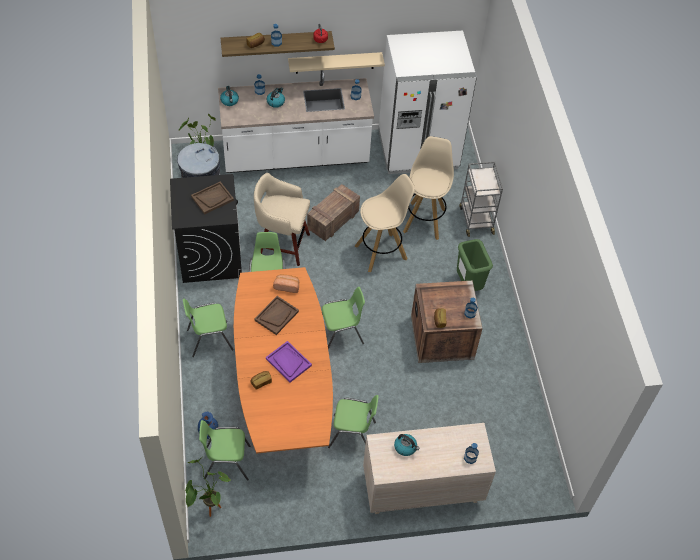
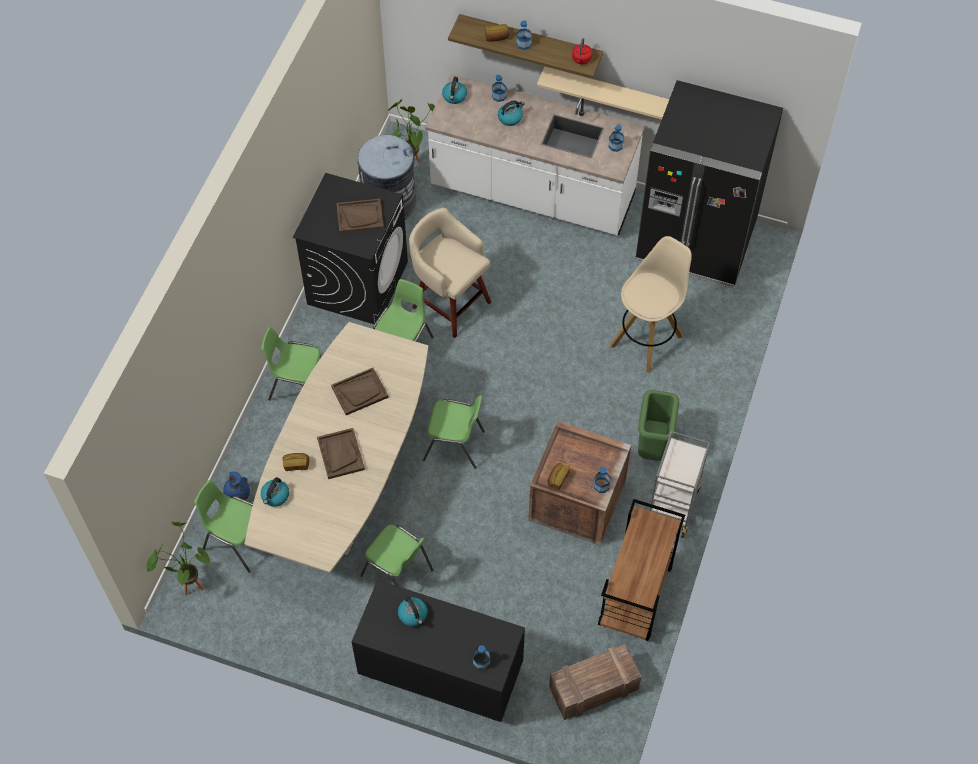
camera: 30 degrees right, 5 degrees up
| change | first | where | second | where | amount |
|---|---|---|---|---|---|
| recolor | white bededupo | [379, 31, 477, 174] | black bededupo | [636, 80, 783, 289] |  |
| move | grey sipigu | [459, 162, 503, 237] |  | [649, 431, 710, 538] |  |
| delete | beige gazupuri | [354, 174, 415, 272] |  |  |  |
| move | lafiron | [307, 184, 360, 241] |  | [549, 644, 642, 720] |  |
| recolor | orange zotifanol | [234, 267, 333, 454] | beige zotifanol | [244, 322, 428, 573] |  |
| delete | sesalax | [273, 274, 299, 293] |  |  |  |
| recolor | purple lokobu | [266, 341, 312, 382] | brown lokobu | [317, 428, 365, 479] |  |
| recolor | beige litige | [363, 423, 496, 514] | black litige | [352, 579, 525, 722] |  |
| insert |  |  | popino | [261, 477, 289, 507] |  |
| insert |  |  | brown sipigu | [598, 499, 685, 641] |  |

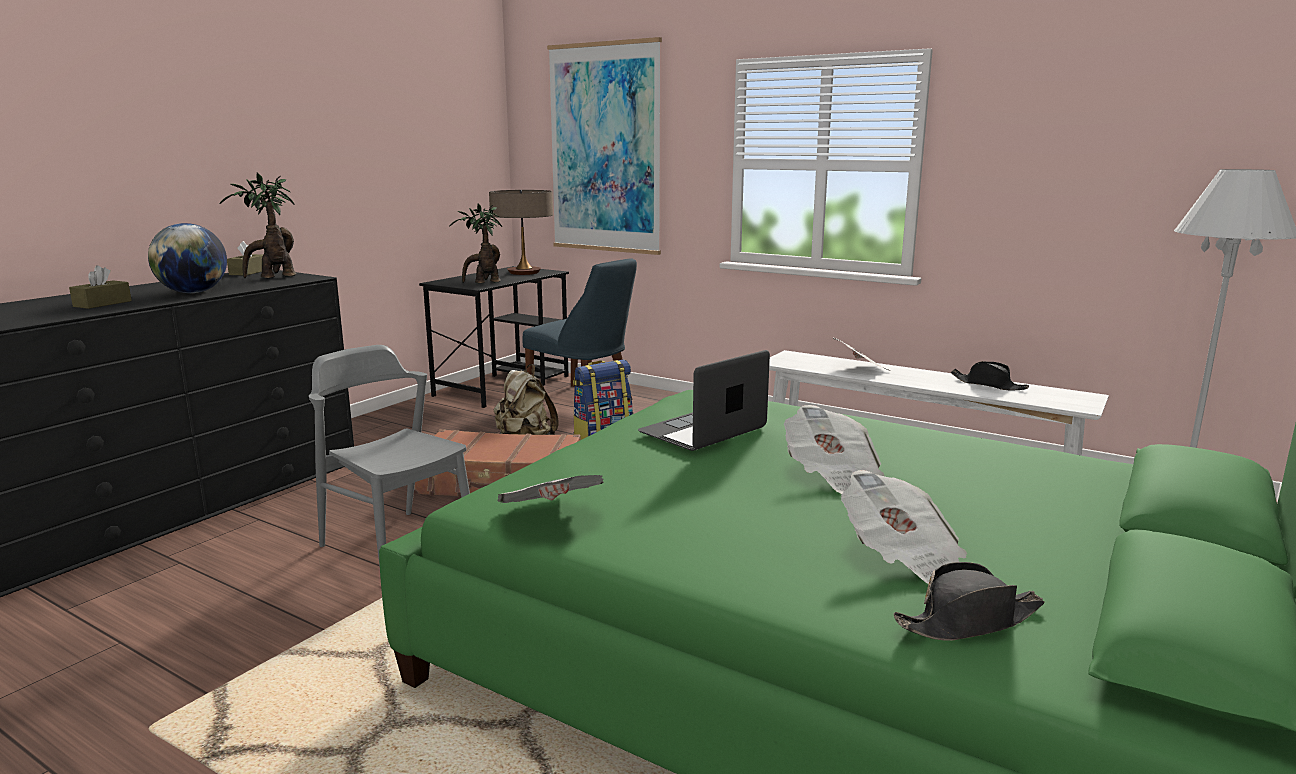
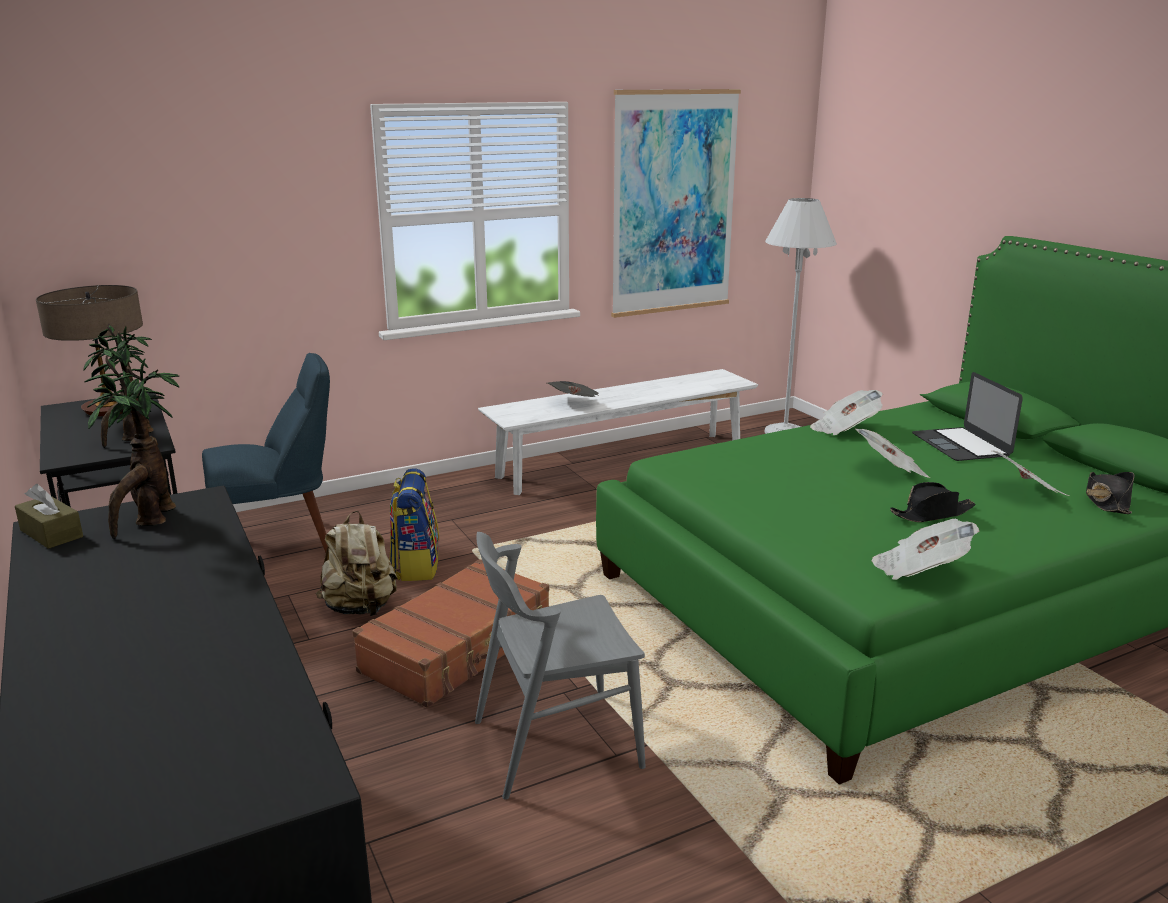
camera: 60 degrees left, 5 degrees up
| change | first | where | second | where | amount |
|---|---|---|---|---|---|
| move | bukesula | [547, 37, 662, 255] |  | [611, 89, 741, 318] |  |
| delete | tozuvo | [148, 223, 227, 293] |  |  |  |
| delete | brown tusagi | [69, 265, 132, 309] |  |  |  |
| move | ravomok | [638, 350, 770, 451] |  | [912, 372, 1023, 461] |  |
| move | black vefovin | [951, 361, 1029, 390] |  | [890, 482, 975, 522] |  |
| insert |  |  | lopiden | [810, 390, 883, 435] |  |

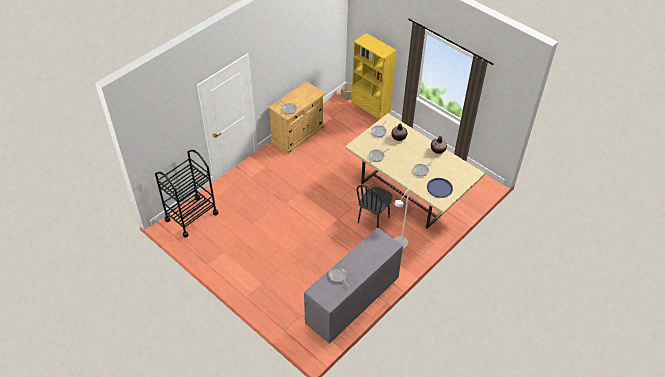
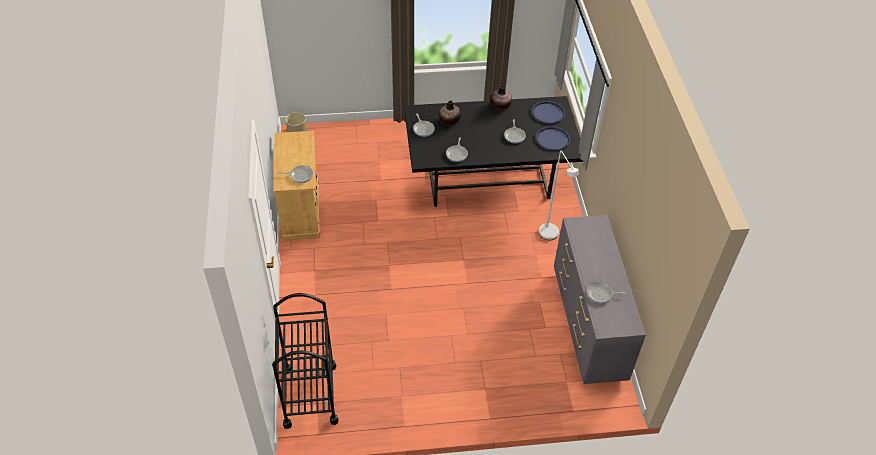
camera: 50 degrees left, 0 degrees up
| change | first | where | second | where | amount |
|---|---|---|---|---|---|
| delete | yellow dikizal | [352, 33, 396, 121] |  |  |  |
| recolor | beige zotifanol | [345, 113, 485, 229] | black zotifanol | [404, 96, 583, 207] |  |
| delete | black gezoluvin | [357, 185, 393, 228] |  |  |  |
| insert |  |  | blue lokobu | [532, 101, 565, 124] |  |

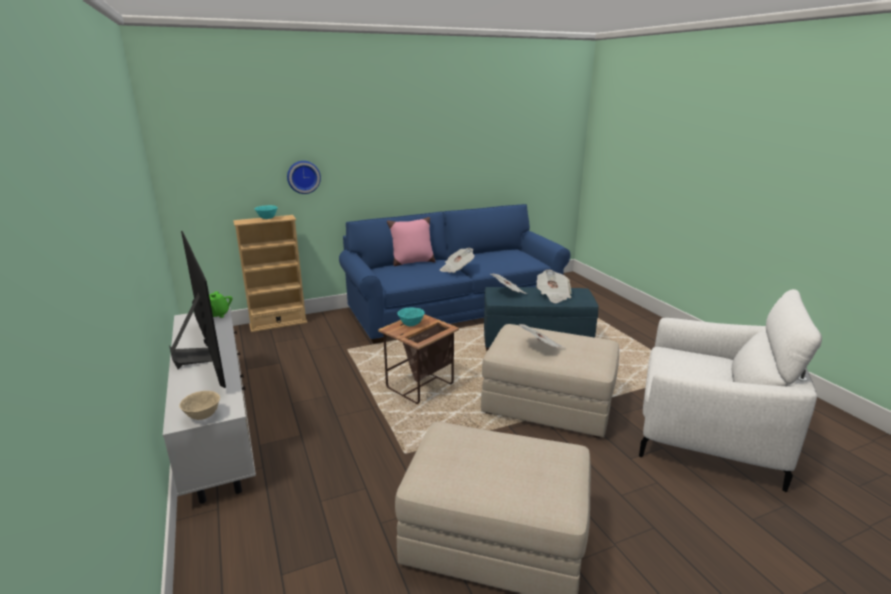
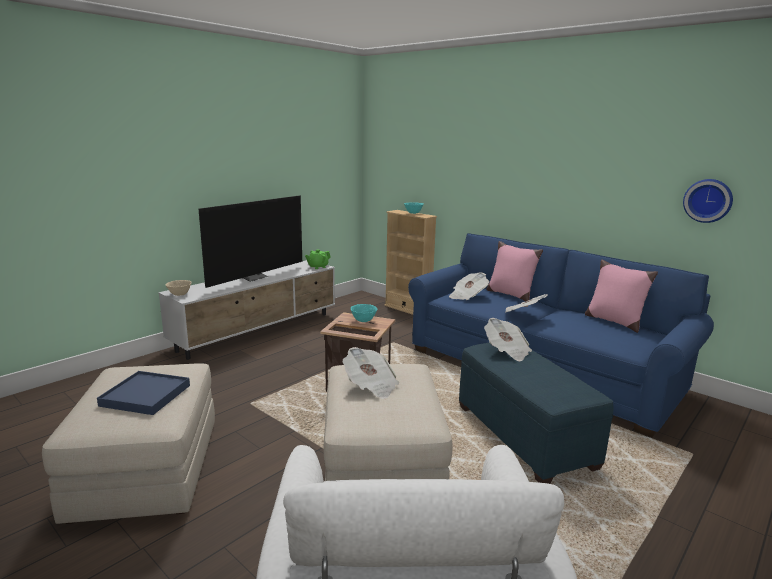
camera: 65 degrees right, 5 degrees down
| change | first | where | second | where | amount |
|---|---|---|---|---|---|
| move | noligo | [287, 161, 321, 194] |  | [683, 179, 733, 223] |  |
| move | lopiden | [536, 270, 571, 303] |  | [449, 272, 489, 300] |  |
| insert |  |  | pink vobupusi | [585, 260, 658, 333] |  |
| insert |  |  | blue lokobu | [97, 371, 190, 415] |  |

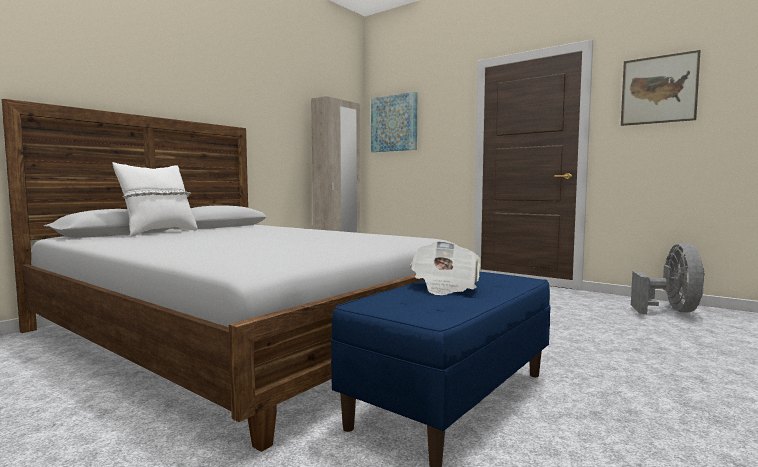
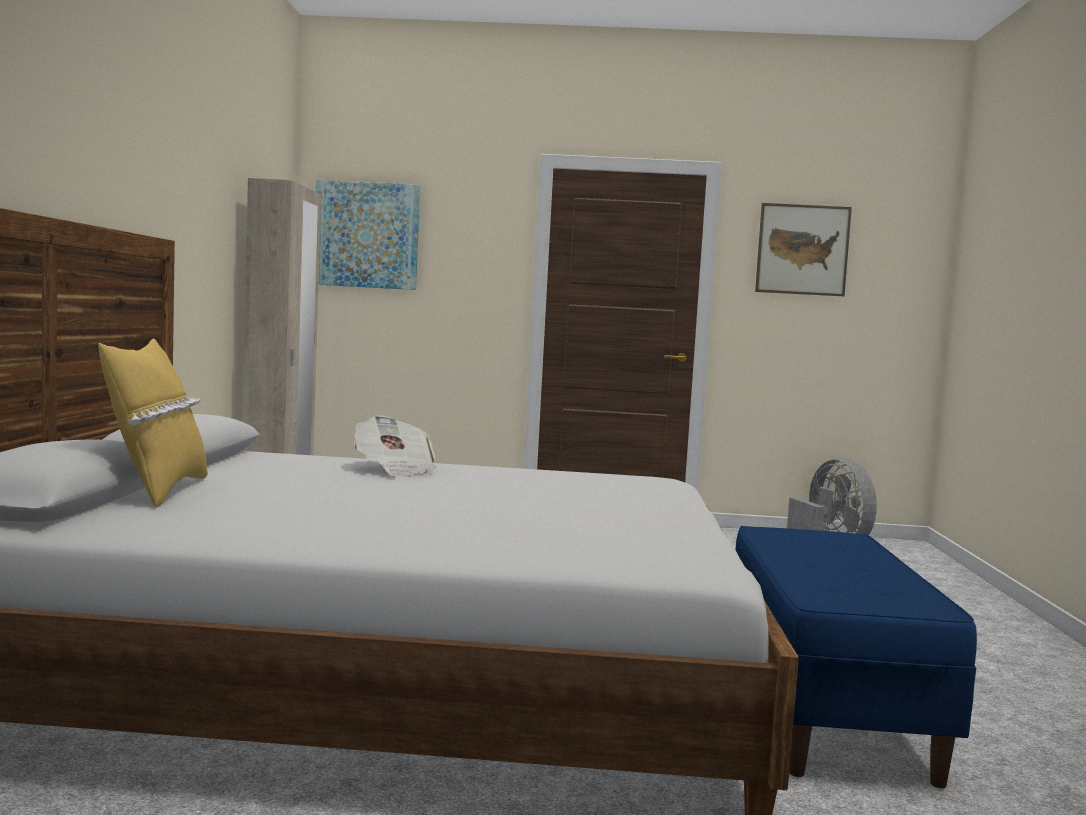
camera: 35 degrees left, 0 degrees up
| change | first | where | second | where | amount |
|---|---|---|---|---|---|
| recolor | white vobupusi | [112, 162, 197, 236] | yellow vobupusi | [98, 339, 208, 508] |  |
| move | lopiden | [410, 241, 480, 295] |  | [354, 415, 436, 477] |  |

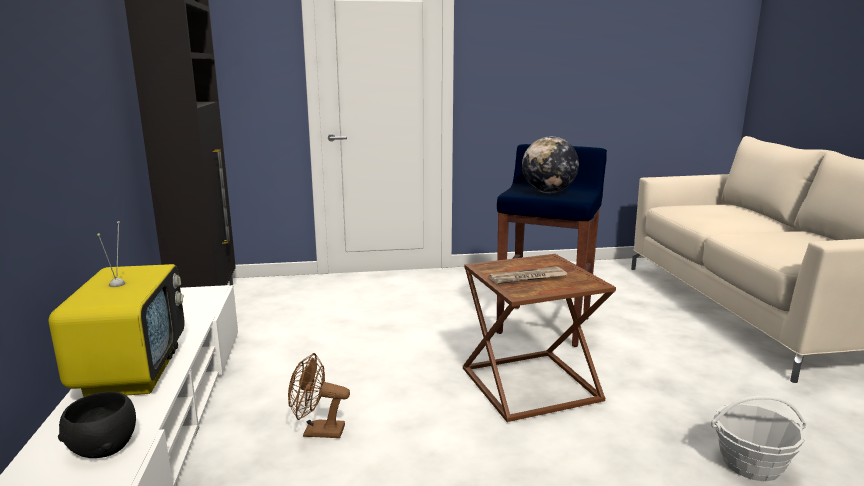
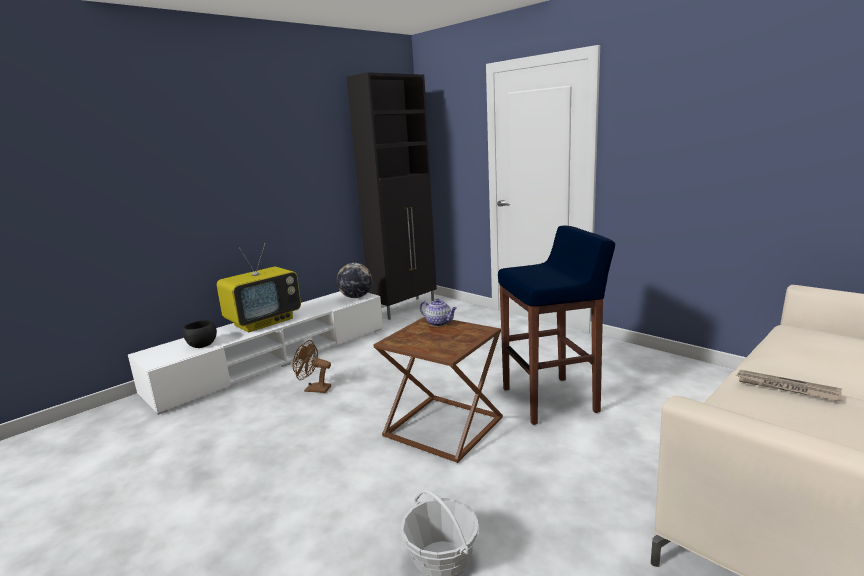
camera: 55 degrees right, 0 degrees up
| change | first | where | second | where | amount |
|---|---|---|---|---|---|
| move | tozuvo | [522, 136, 579, 193] |  | [337, 263, 372, 298] |  |
| move | lopiden | [489, 266, 567, 284] |  | [736, 370, 843, 402] |  |
| rotate | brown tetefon | [288, 353, 350, 438] |  | [293, 340, 331, 393] | 45 degrees counterclockwise |
| insert |  |  | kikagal | [420, 299, 457, 326] |  |

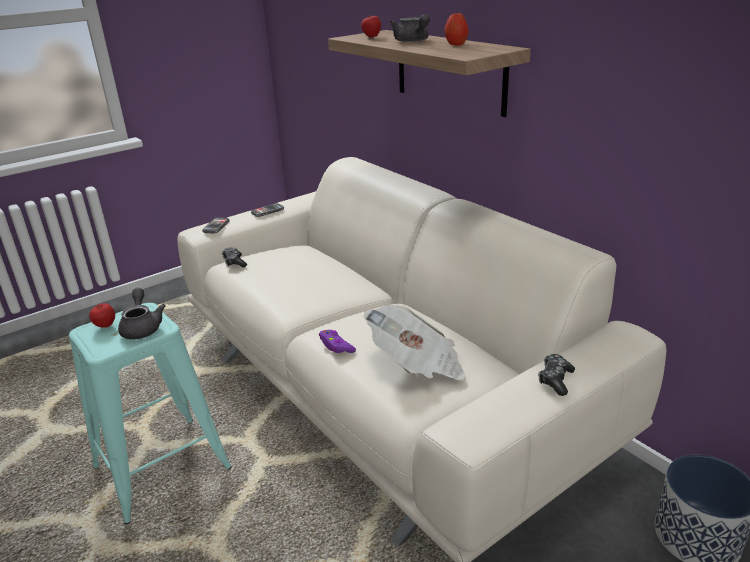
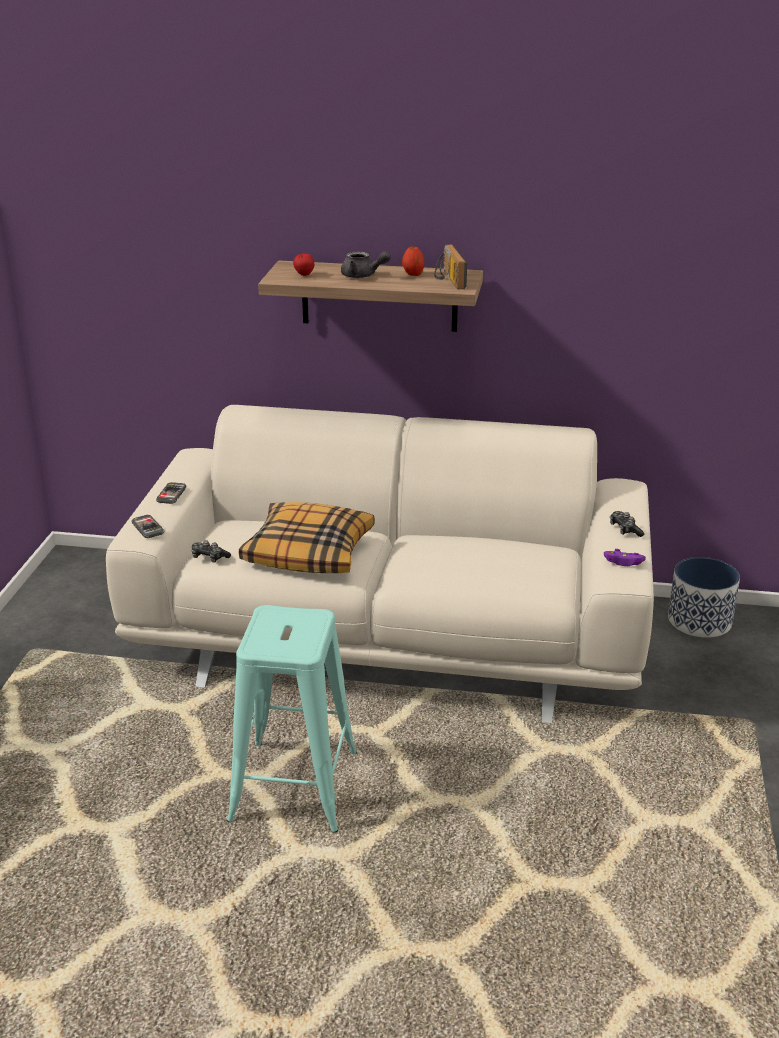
camera: 45 degrees left, 0 degrees up
| change | first | where | second | where | amount |
|---|---|---|---|---|---|
| delete | grey kikagal | [118, 288, 165, 340] |  |  |  |
| delete | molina | [89, 303, 115, 328] |  |  |  |
| delete | lopiden | [364, 305, 466, 380] |  |  |  |
| move | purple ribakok | [319, 330, 356, 353] |  | [604, 549, 646, 566] |  |
| insert |  |  | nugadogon | [435, 244, 467, 289] |  |
| insert |  |  | vobupusi | [239, 502, 375, 573] |  |

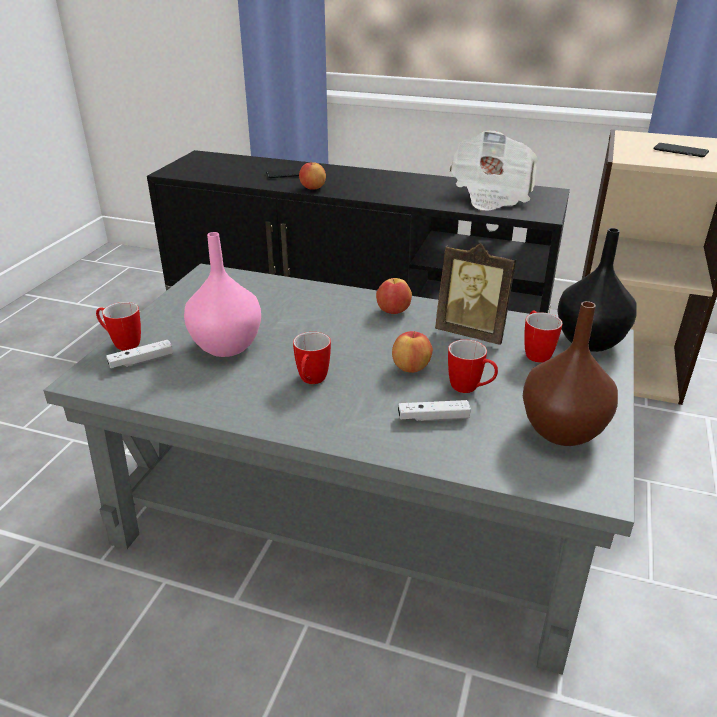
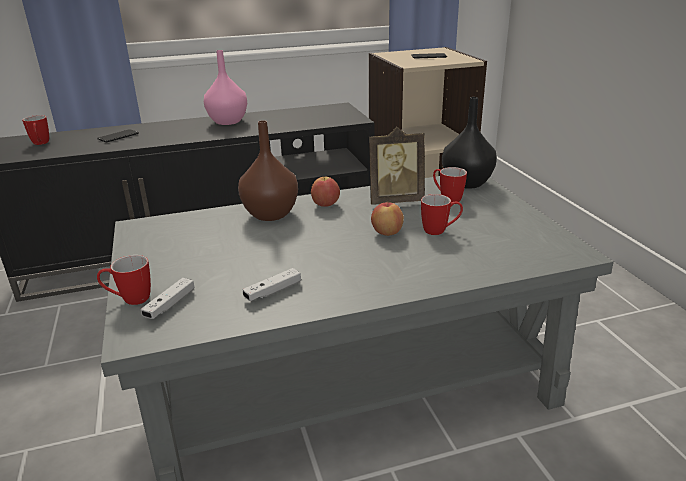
camera: 35 degrees left, 5 degrees down
| change | first | where | second | where | amount |
|---|---|---|---|---|---|
| delete | lopiden | [449, 130, 538, 210] |  |  |  |
| delete | molina | [299, 162, 326, 190] |  |  |  |
| move | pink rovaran | [184, 232, 261, 357] |  | [204, 50, 247, 125] |  |
| move | brown rovaran | [523, 301, 618, 446] |  | [238, 120, 298, 221] |  |
| move | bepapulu | [293, 332, 331, 384] |  | [22, 115, 49, 145] |  |
| move | white ribakok | [398, 400, 471, 421] |  | [243, 268, 301, 301] |  |

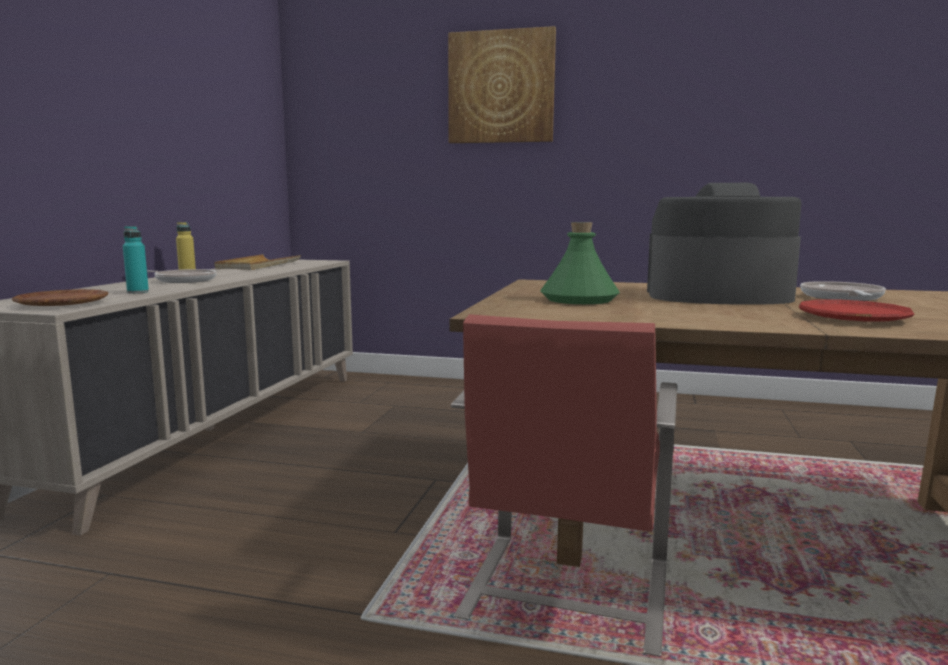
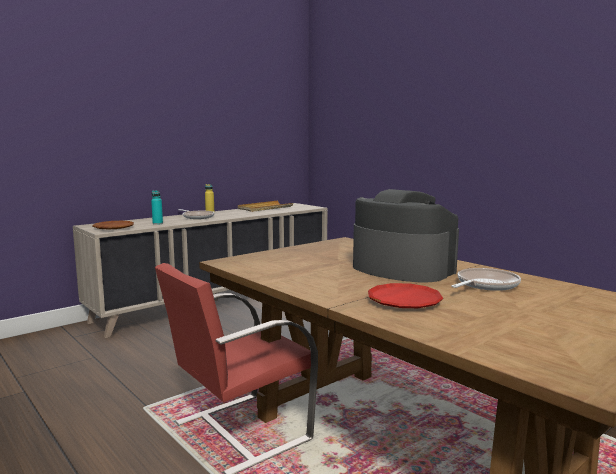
camera: 35 degrees right, 0 degrees up
| change | first | where | second | where | amount |
|---|---|---|---|---|---|
| delete | bukesula | [448, 26, 556, 143] |  |  |  |
| delete | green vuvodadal | [540, 222, 620, 304] |  |  |  |

